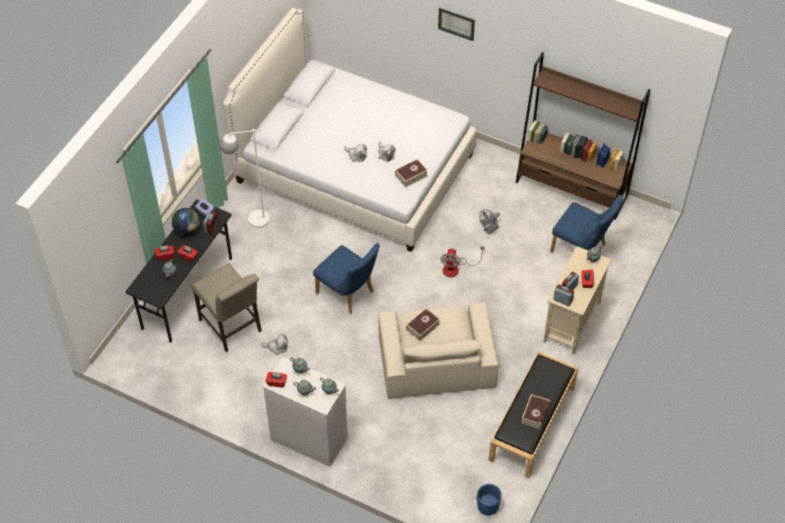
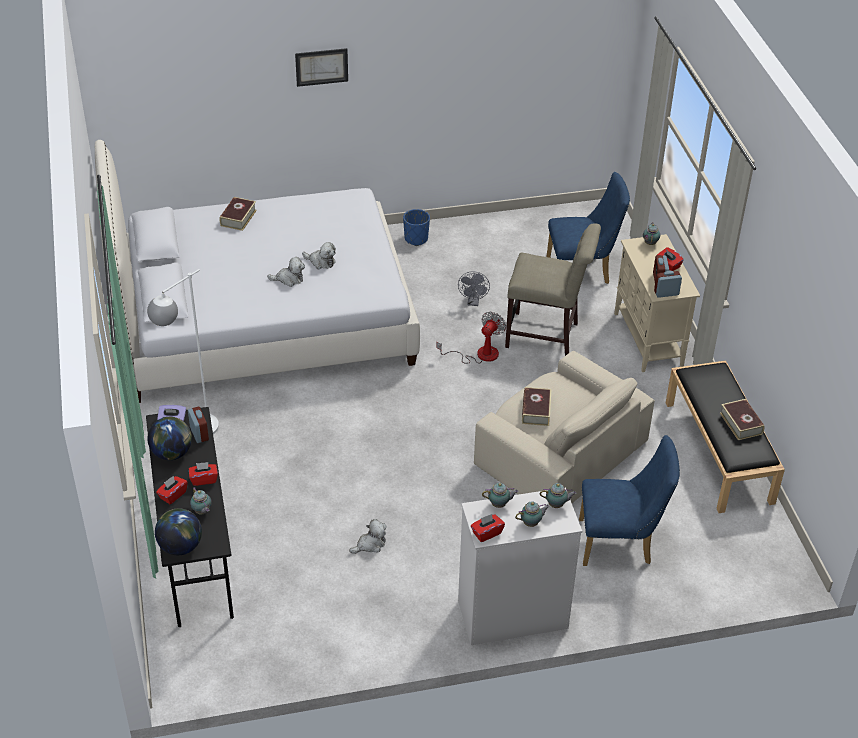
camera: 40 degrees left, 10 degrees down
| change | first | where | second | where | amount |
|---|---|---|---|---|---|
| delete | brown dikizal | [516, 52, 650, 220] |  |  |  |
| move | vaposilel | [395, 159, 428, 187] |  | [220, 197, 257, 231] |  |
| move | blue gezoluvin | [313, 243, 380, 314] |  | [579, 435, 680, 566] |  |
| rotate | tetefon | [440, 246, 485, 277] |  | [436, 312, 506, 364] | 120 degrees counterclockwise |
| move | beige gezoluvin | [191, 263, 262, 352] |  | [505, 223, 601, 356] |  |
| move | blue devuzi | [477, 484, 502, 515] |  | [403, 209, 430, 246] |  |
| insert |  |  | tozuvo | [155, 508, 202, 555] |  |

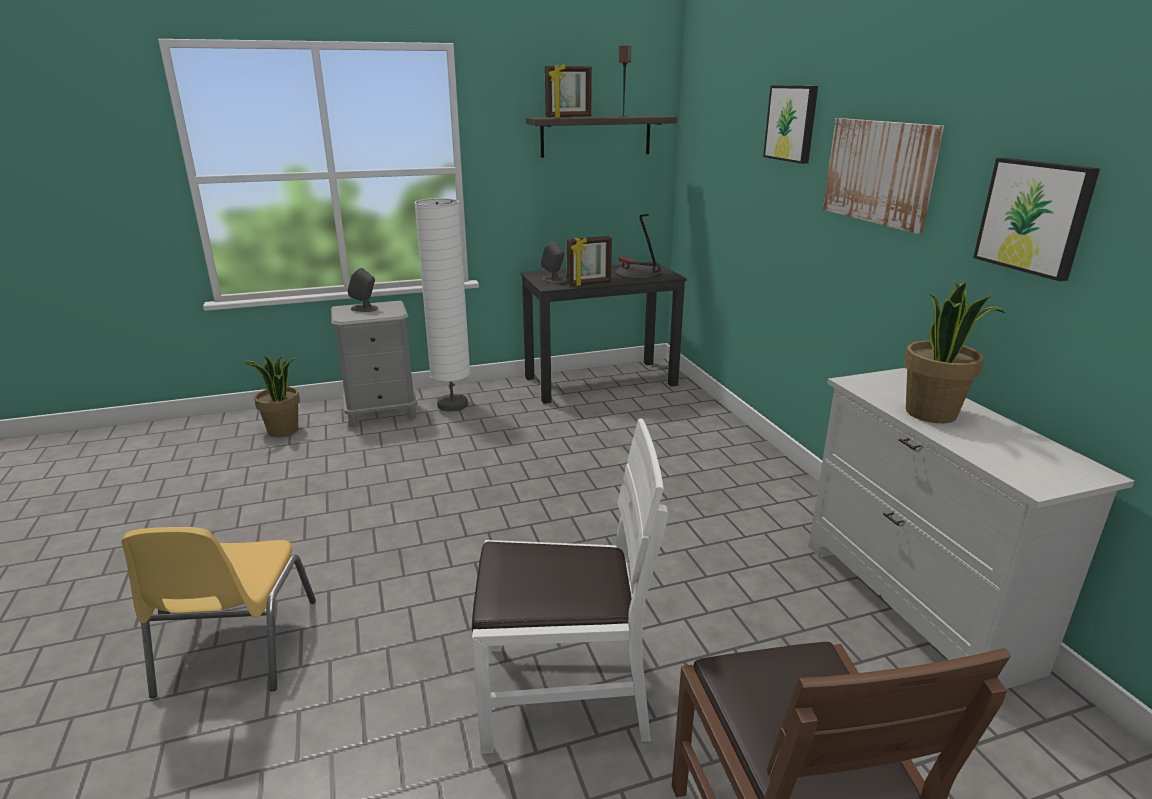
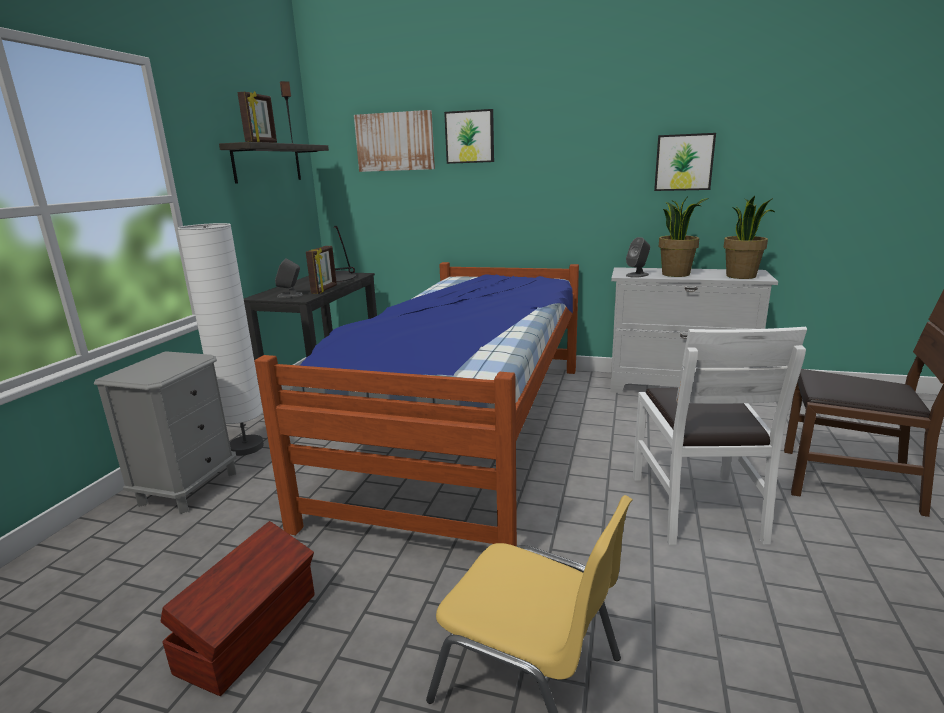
camera: 55 degrees left, 5 degrees down
| change | first | where | second | where | amount |
|---|---|---|---|---|---|
| move | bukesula | [823, 118, 944, 233] |  | [354, 110, 435, 172] |  |
| move | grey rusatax | [347, 268, 378, 312] |  | [626, 237, 650, 278] |  |
| move | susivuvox | [241, 355, 300, 437] |  | [723, 196, 775, 279] |  |
| rotate | white gezoluvin | [472, 419, 668, 754] |  | [633, 327, 807, 545] | 150 degrees clockwise |
| insert |  |  | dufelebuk | [254, 262, 579, 546] |  |
| insert |  |  | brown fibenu | [161, 521, 315, 696] |  |

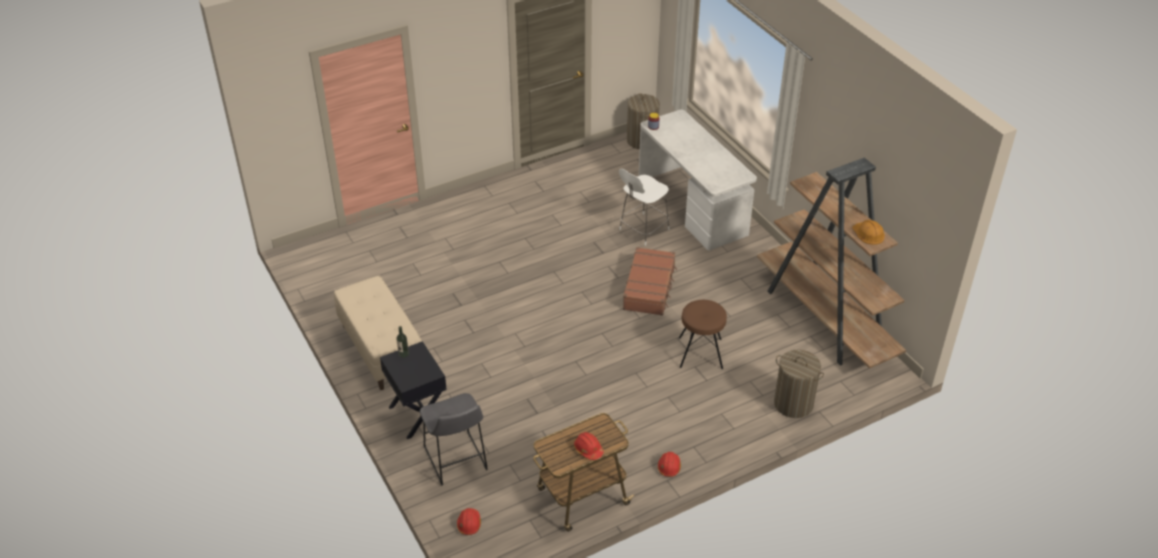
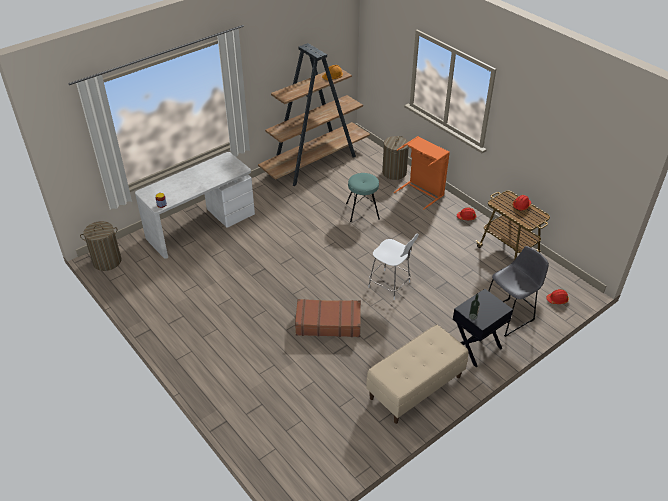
camera: 100 degrees left, 0 degrees up
| change | first | where | second | where | amount |
|---|---|---|---|---|---|
| move | white gezoluvin | [619, 169, 670, 246] |  | [368, 233, 418, 300] |  |
| move | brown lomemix | [623, 247, 677, 316] |  | [295, 299, 361, 337] |  |
| recolor | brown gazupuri | [679, 300, 727, 369] | turquoise gazupuri | [346, 173, 380, 222] |  |
| insert |  |  | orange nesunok | [394, 136, 450, 210] |  |

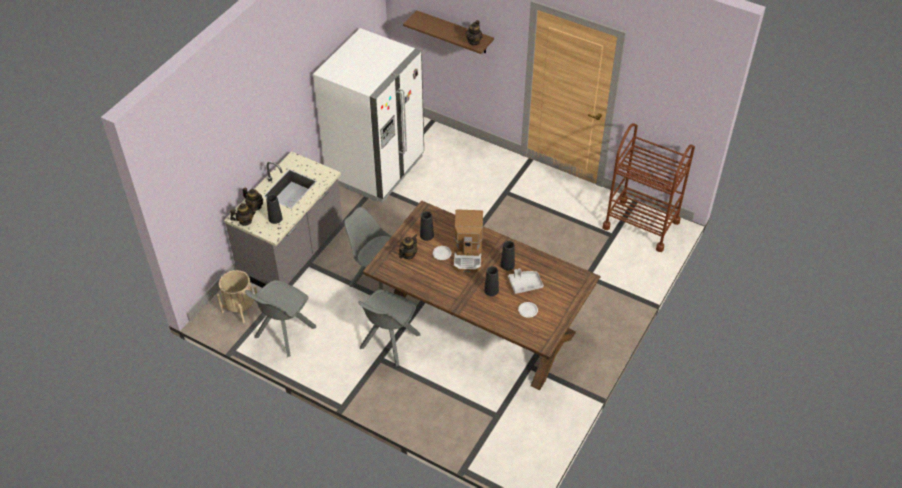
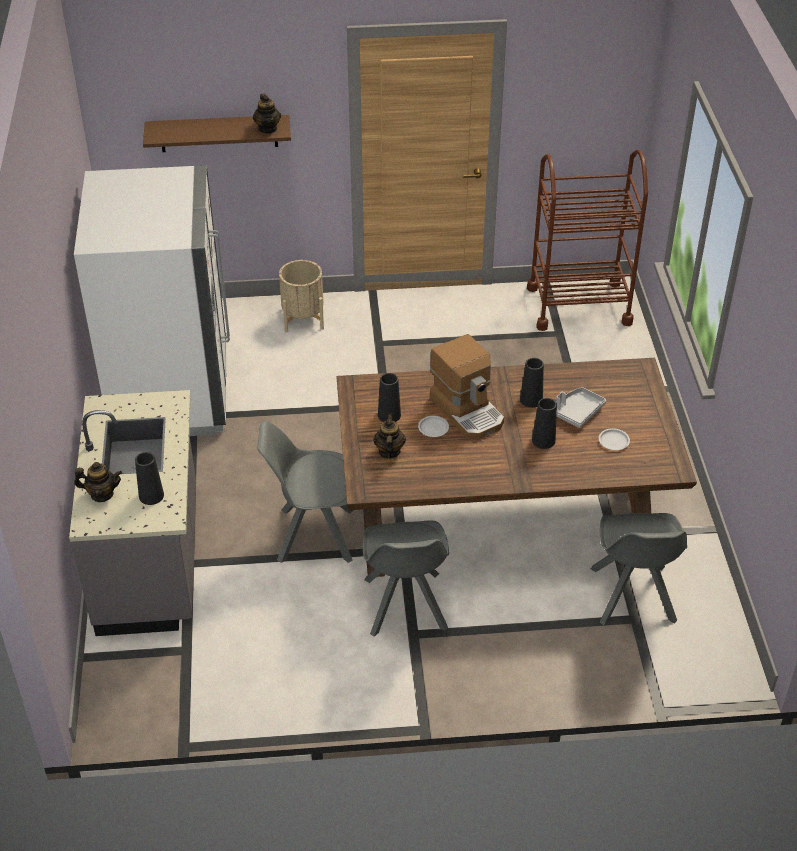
camera: 35 degrees left, 5 degrees down
| change | first | where | second | where | amount |
|---|---|---|---|---|---|
| delete | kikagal | [230, 203, 257, 226] |  |  |  |
| move | beige devuzi | [217, 270, 258, 323] |  | [279, 260, 324, 332] |  |
| move | grey gezoluvin | [245, 280, 316, 357] |  | [591, 513, 687, 626] |  |

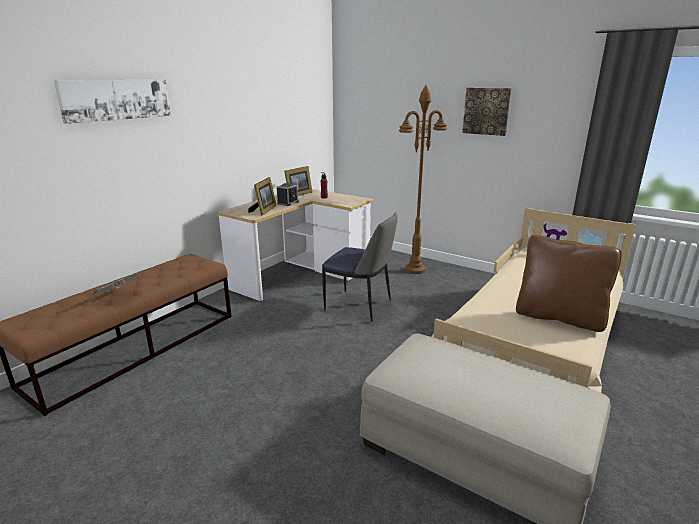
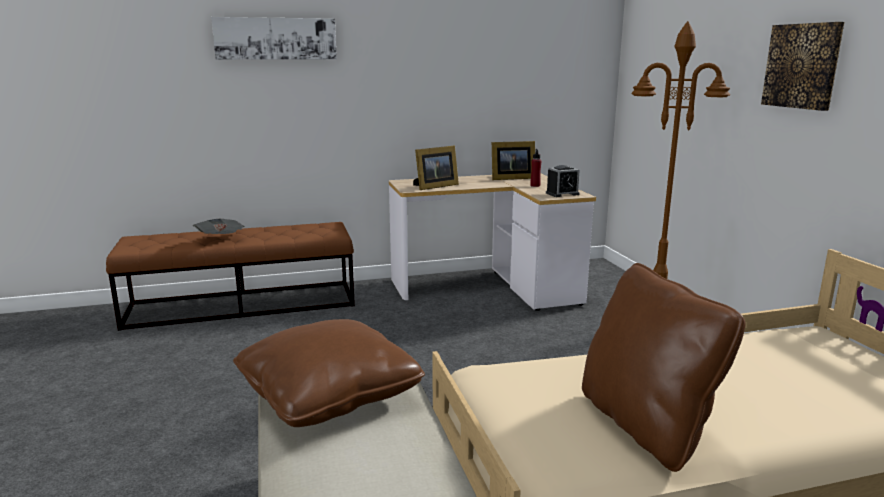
camera: 40 degrees right, 5 degrees down
| change | first | where | second | where | amount |
|---|---|---|---|---|---|
| move | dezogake | [277, 183, 299, 206] |  | [546, 165, 580, 197] |  |
| delete | gezoluvin | [322, 213, 398, 322] |  |  |  |
| insert |  |  | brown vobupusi | [233, 319, 425, 427] |  |

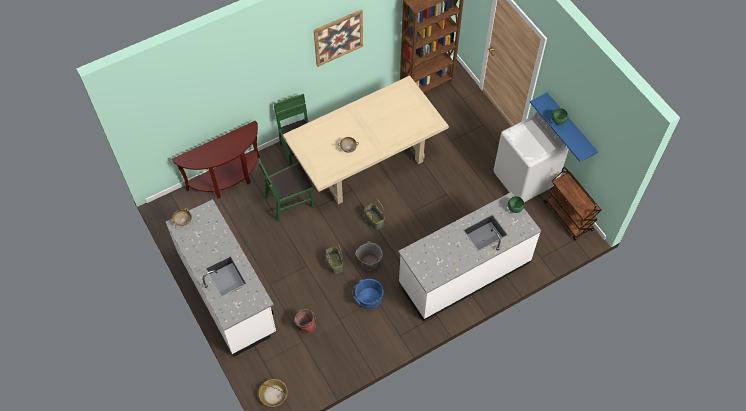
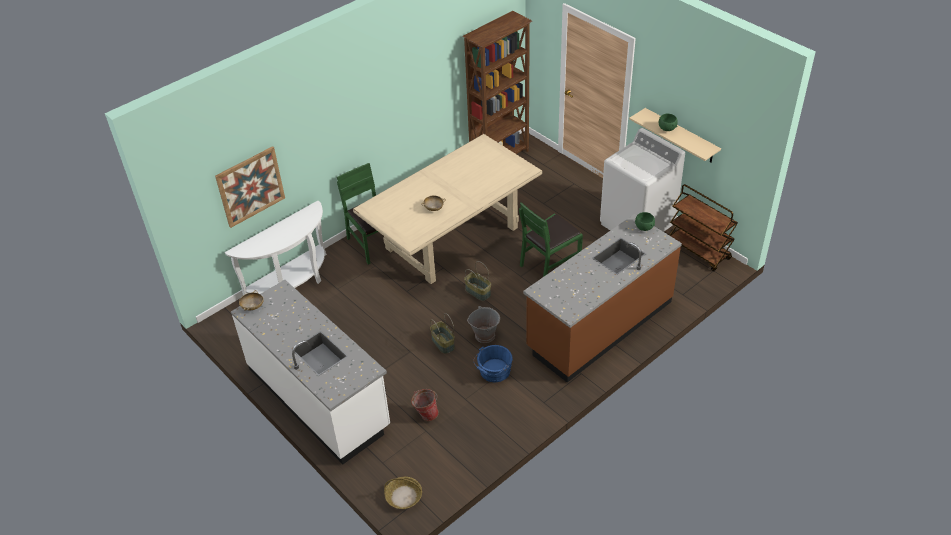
camera: 10 degrees left, 15 degrees down
| change | first | where | second | where | amount |
|---|---|---|---|---|---|
| move | bukesula | [314, 9, 363, 67] |  | [215, 146, 285, 228] |  |
| recolor | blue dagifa | [530, 93, 598, 162] | beige dagifa | [629, 108, 721, 162] |  |
| recolor | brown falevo | [172, 120, 260, 199] | white falevo | [225, 201, 327, 296] |  |
| move | green gezoluvin | [258, 158, 315, 221] |  | [519, 202, 583, 277] |  |
| recolor | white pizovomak | [398, 192, 541, 322] | brown pizovomak | [523, 214, 682, 383] |  |

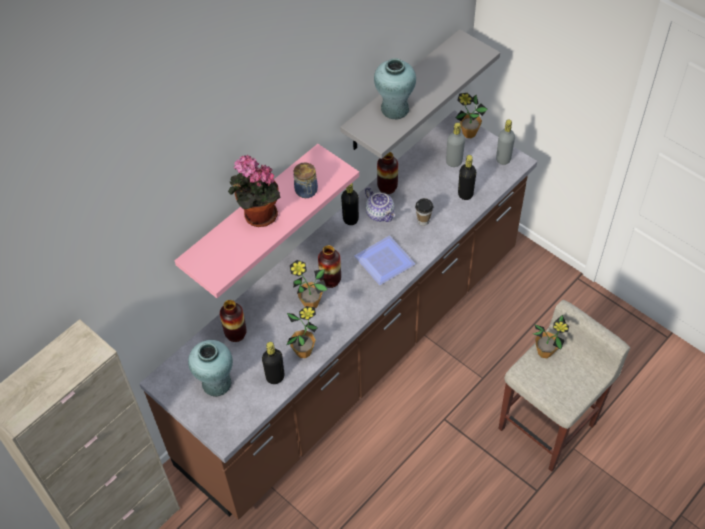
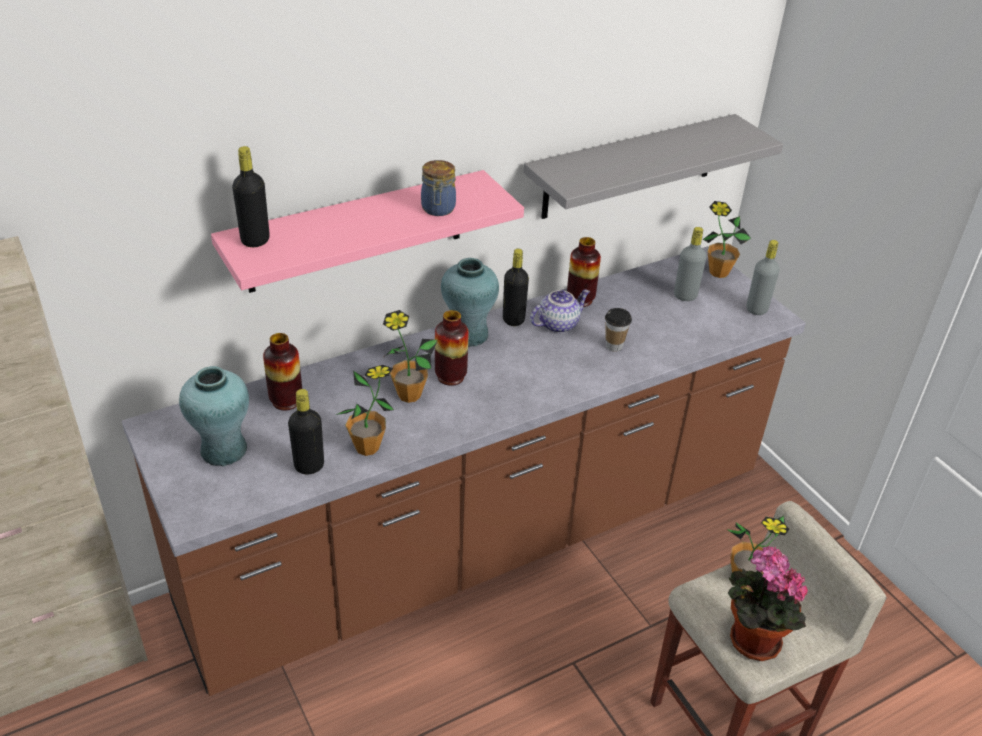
camera: 15 degrees right, 15 degrees down
| change | first | where | second | where | amount |
|---|---|---|---|---|---|
| move | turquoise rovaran | [374, 58, 416, 120] |  | [441, 258, 499, 347] |  |
| move | susivuvox | [228, 155, 281, 227] |  | [728, 546, 808, 661] |  |
| move | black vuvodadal | [458, 155, 476, 200] |  | [232, 146, 270, 247] |  |
| rotate | kikagal | [365, 187, 395, 222] |  | [530, 289, 590, 333] | 105 degrees counterclockwise |
| delete | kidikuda | [355, 236, 415, 285] |  |  |  |

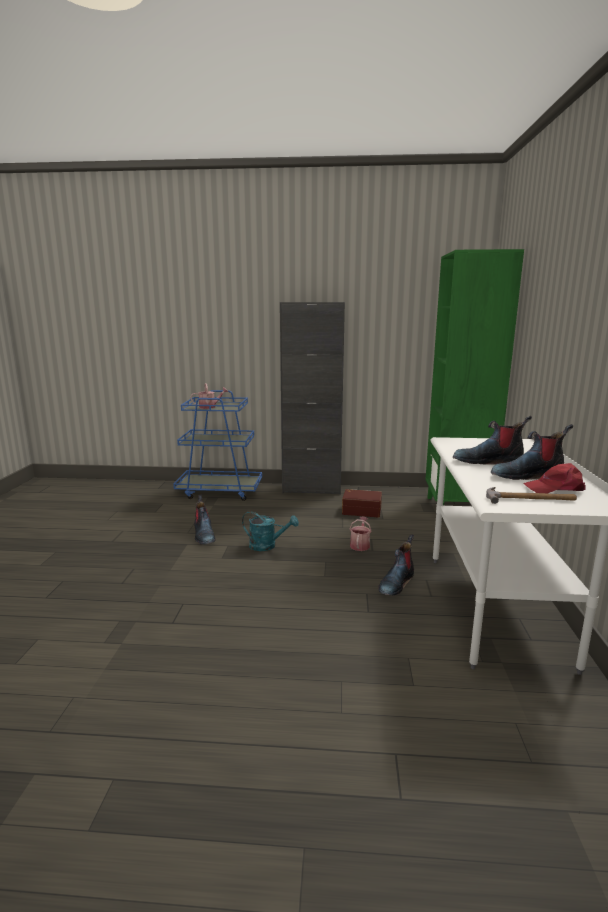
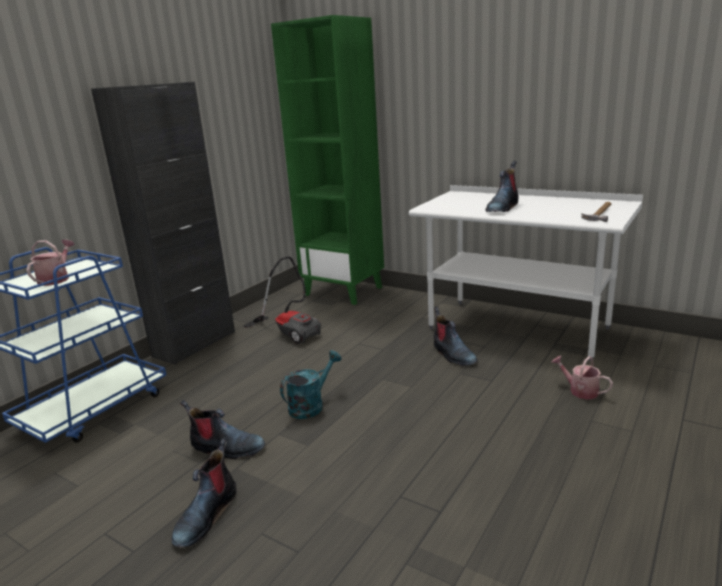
camera: 60 degrees left, 5 degrees up
| change | first | where | second | where | amount |
|---|---|---|---|---|---|
| move | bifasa | [491, 424, 573, 480] |  | [171, 437, 237, 548] |  |
| delete | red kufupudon | [523, 463, 586, 493] |  |  |  |
| replace | brown fibenu | [342, 489, 382, 518] | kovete | [243, 256, 321, 344] |  |
| move | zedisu | [349, 517, 371, 551] |  | [552, 356, 613, 399] |  |

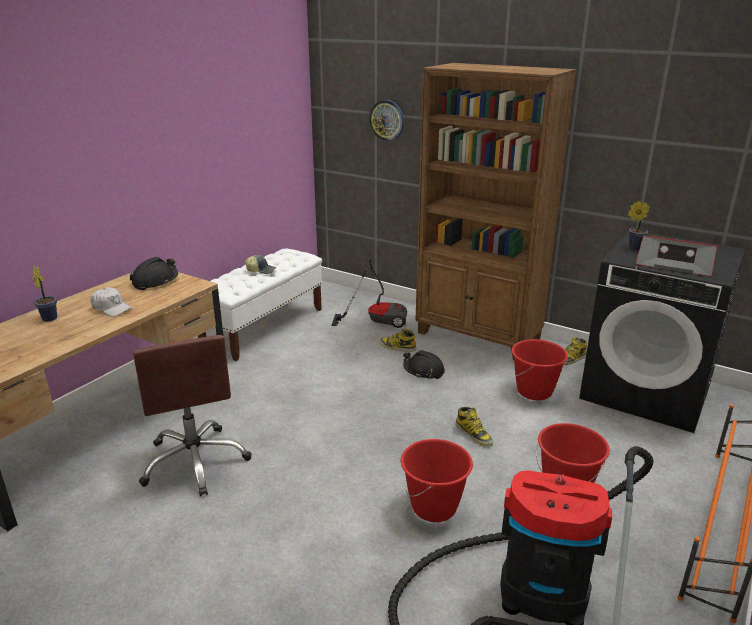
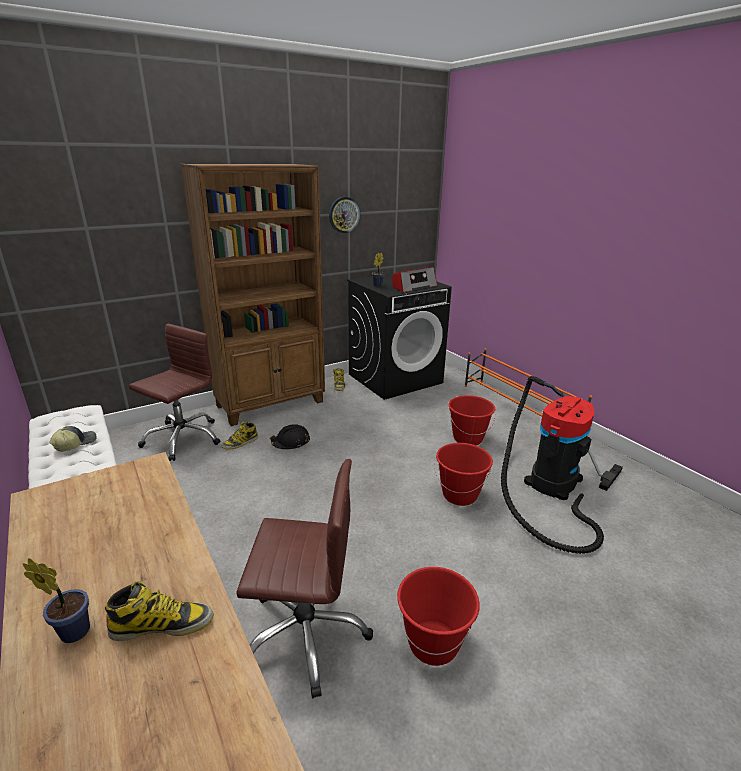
camera: 65 degrees left, 0 degrees up
| change | first | where | second | where | amount |
|---|---|---|---|---|---|
| move | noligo | [369, 100, 404, 141] |  | [329, 197, 360, 233] |  |
| delete | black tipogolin | [130, 257, 178, 290] |  |  |  |
| replace | kovete | [331, 257, 407, 328] | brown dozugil | [129, 324, 221, 461] |  |
| delete | white kufupudon | [91, 288, 133, 317] |  |  |  |
| move | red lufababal | [511, 339, 568, 400] |  | [397, 567, 480, 666] |  |
| move | bifasa | [455, 407, 493, 446] |  | [105, 581, 213, 641] |  |

